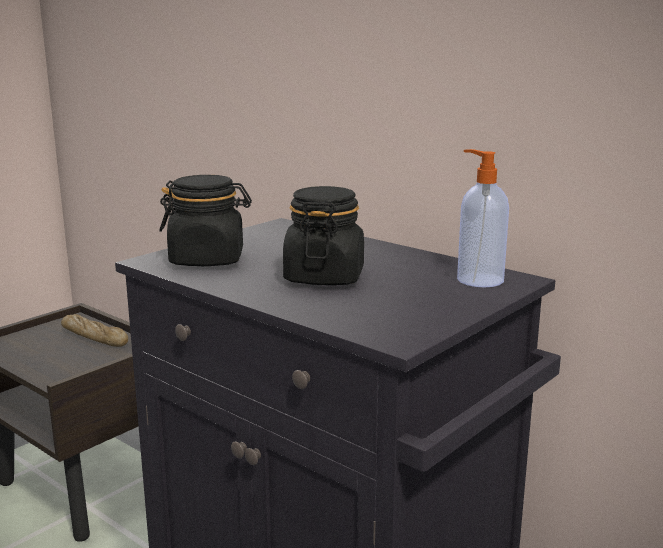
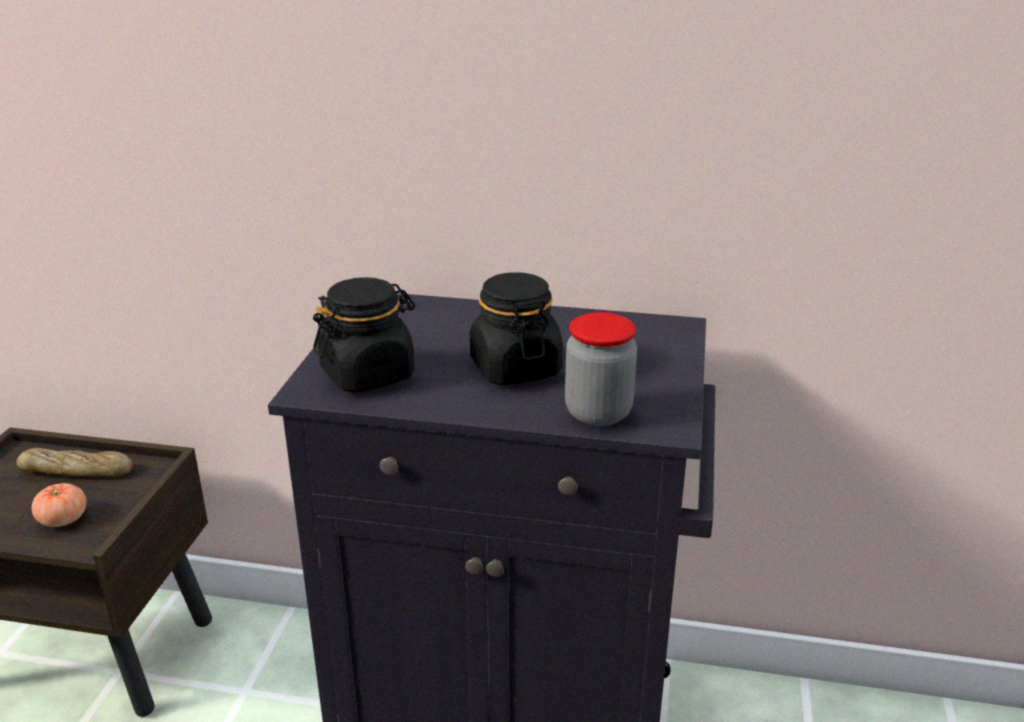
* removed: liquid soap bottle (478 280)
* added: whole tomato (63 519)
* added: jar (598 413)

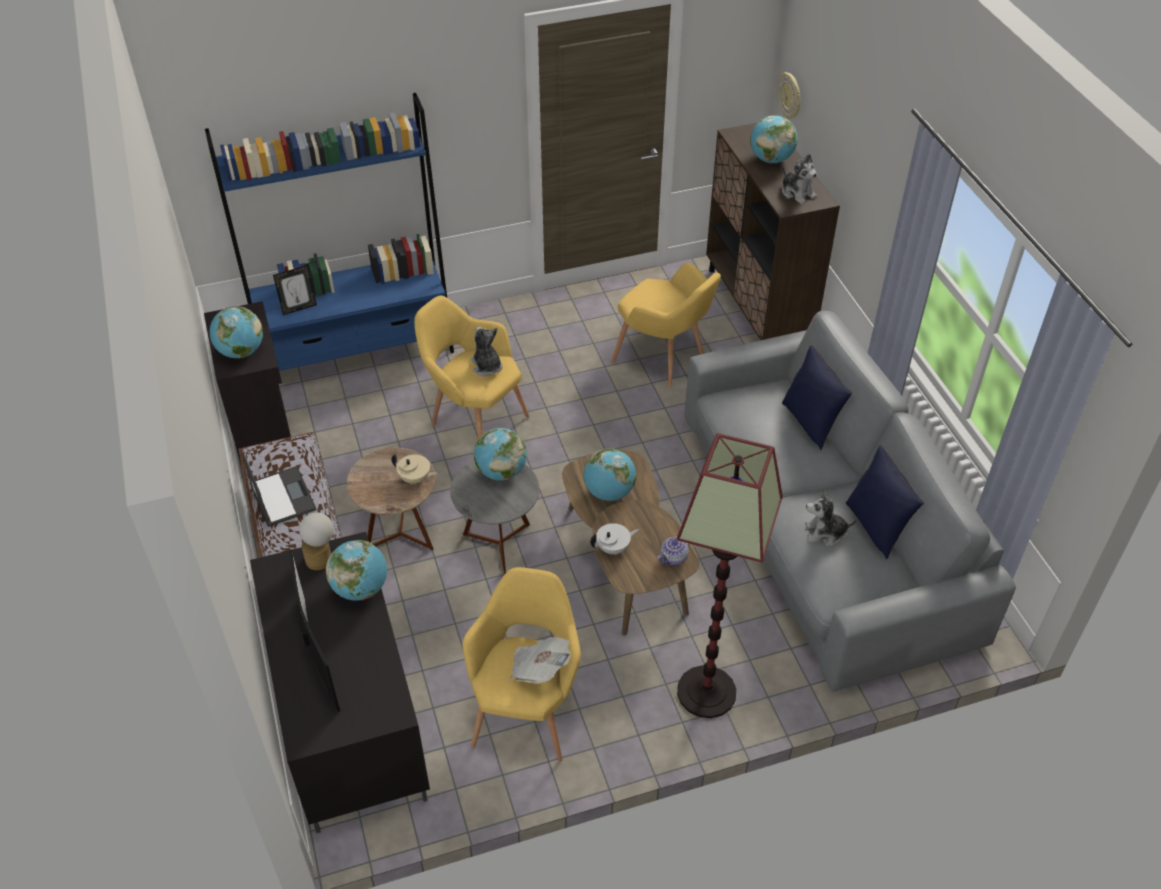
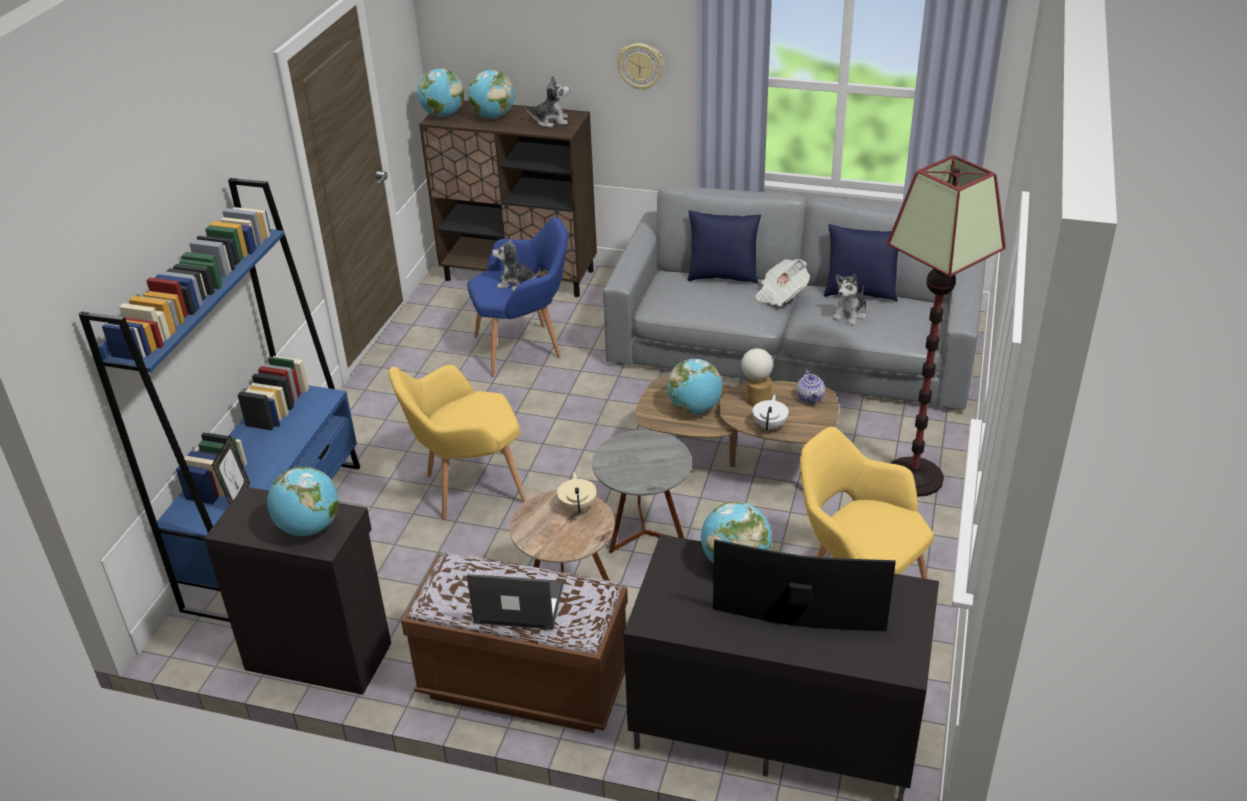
* moved: table lamp (322 557) to (756 397)
* turned: beige tea pot (415 479) = (578 506) 60 degrees counterclockwise
* moved: plush toy (486 366) to (516 283)
* moved: globe (501 472) to (443 115)
* moved: daily paper (539 668) to (780 295)
* recoloured: yellow-coloured easy chair (664 360) to bluish easy chair (524 348)
* moved: hanging clock (790 96) to (640 66)

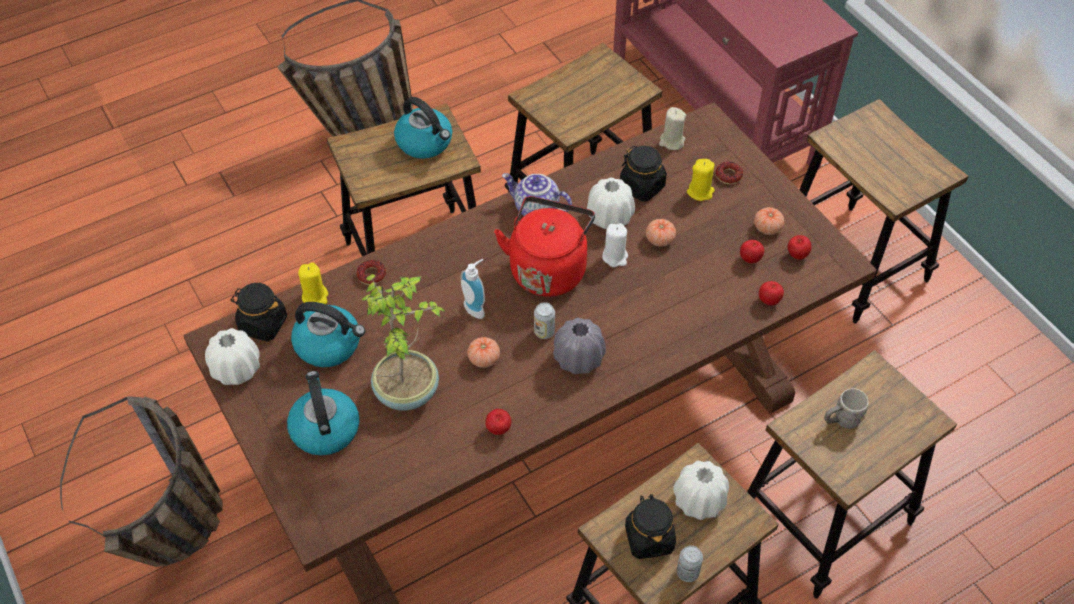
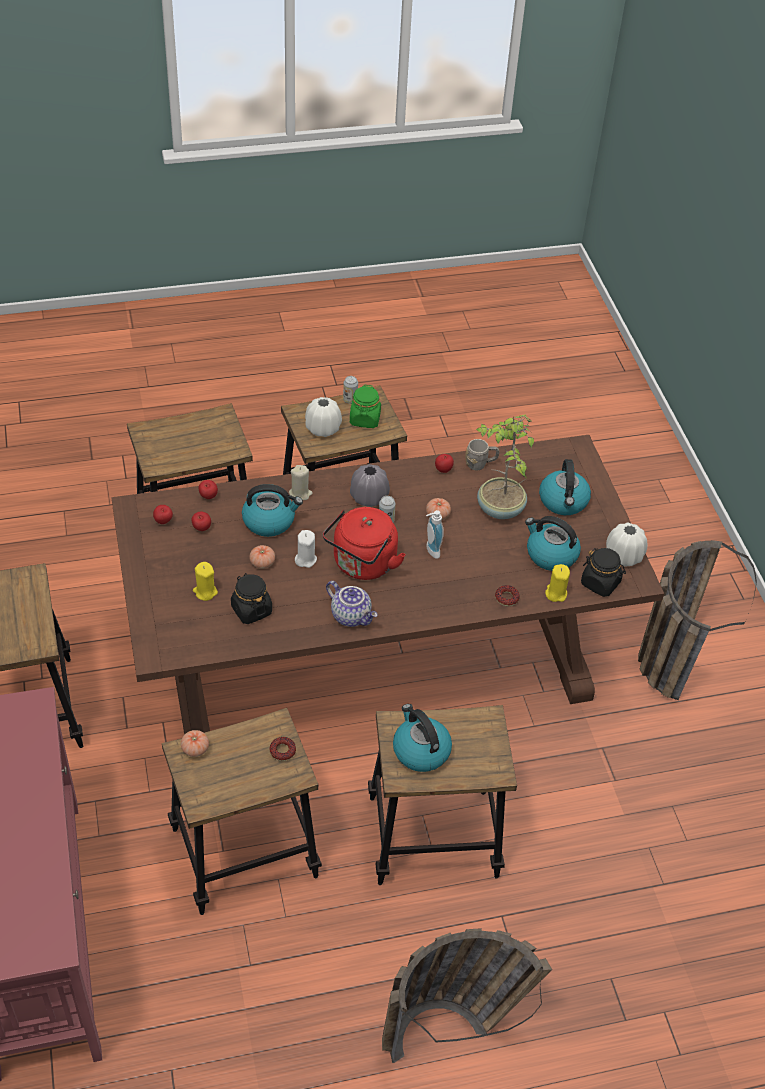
* removed: white flower vase (609 217)
* recoloured: black-coloured jar (649 538) to greenish jar (365 419)
* moved: beige wax candle (671 142) to (300 493)
* moved: donut (728 176) to (282 751)
* moved: whole tomato (767 228) to (195 749)
* moved: grey tea mug (841 420) to (480 464)
* added: tea kettle (269 521)

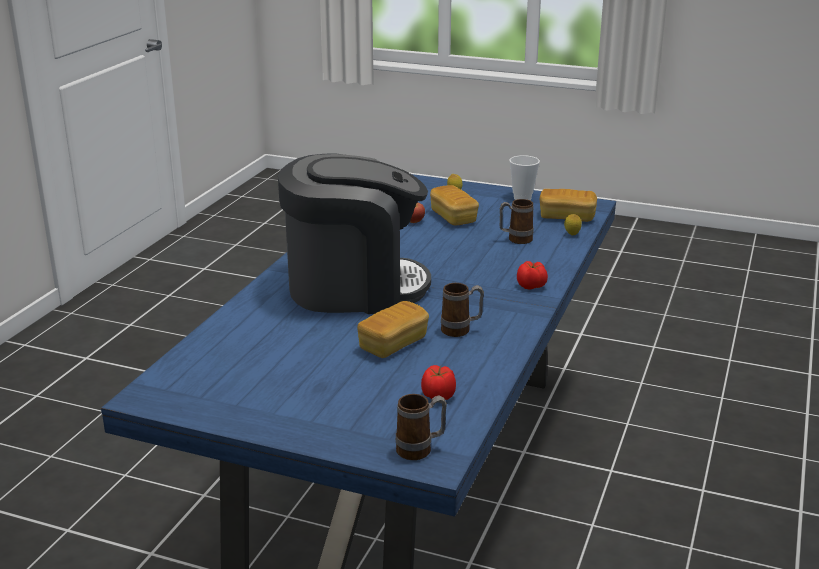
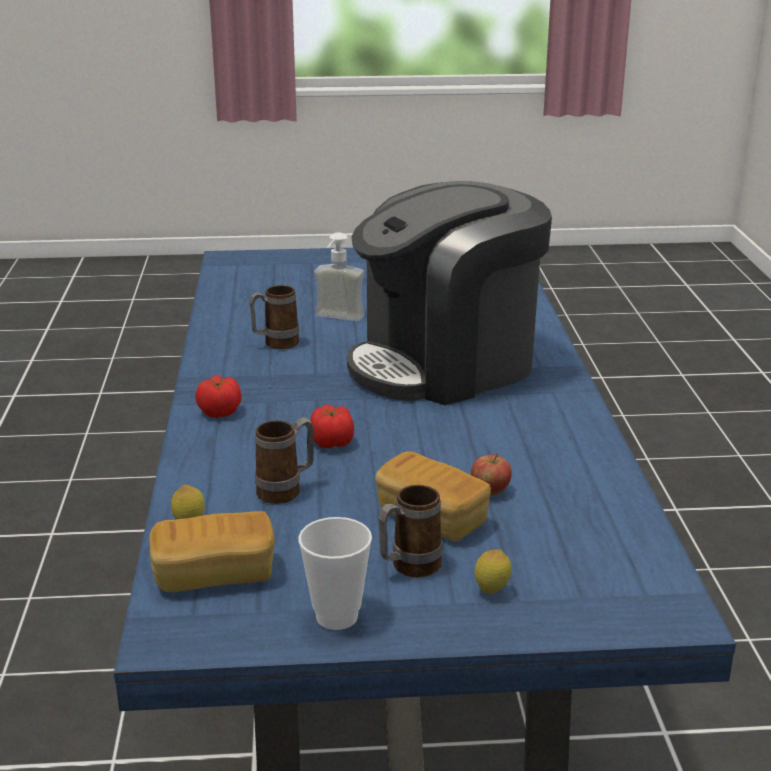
* replaced: baked bread (393 344) to liquid soap bottle (336 319)
* moved: tea mug (421 450) to (408 568)
* moved: whole tomato (438 396) to (331 442)

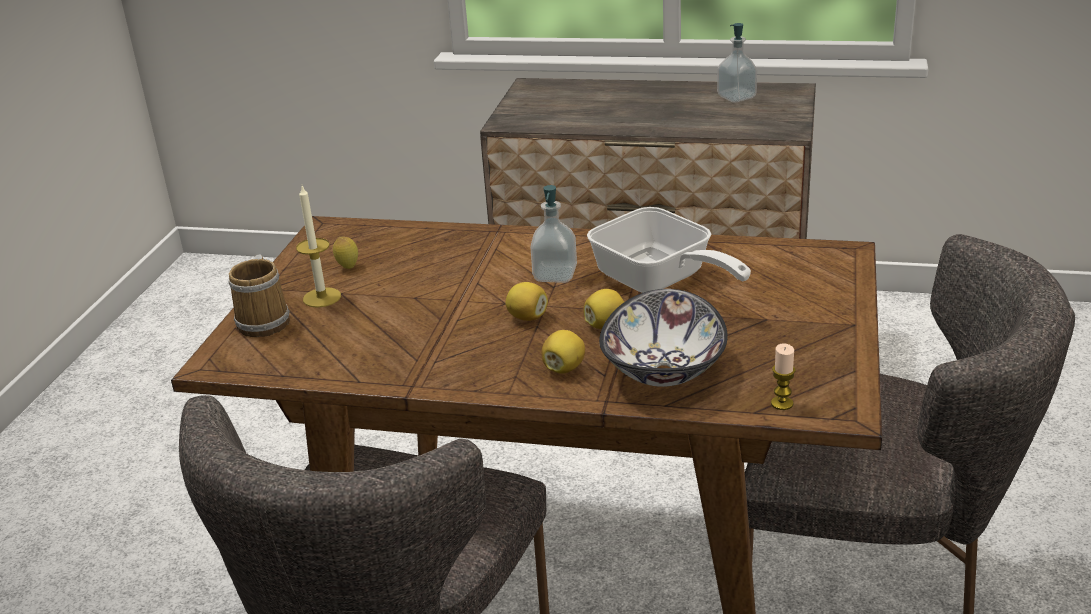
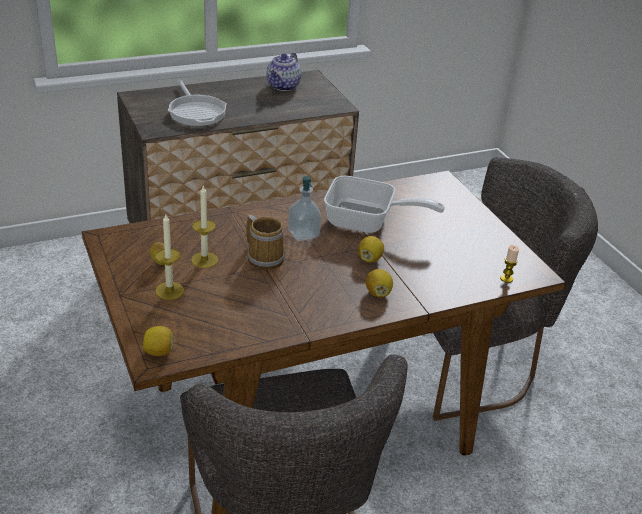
* moved: tea mug (266 321) to (264 257)
* moved: lemon (527 317) to (159 351)
* removed: serving bowl (665 369)
* replaced: liquid soap bottle (736 97) to tea pot (283 86)
* added: skillet (196 112)
* added: wax candle (204 260)

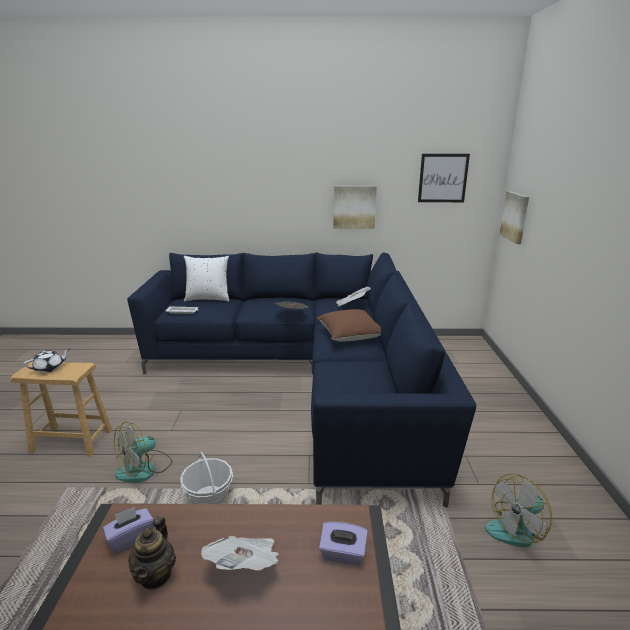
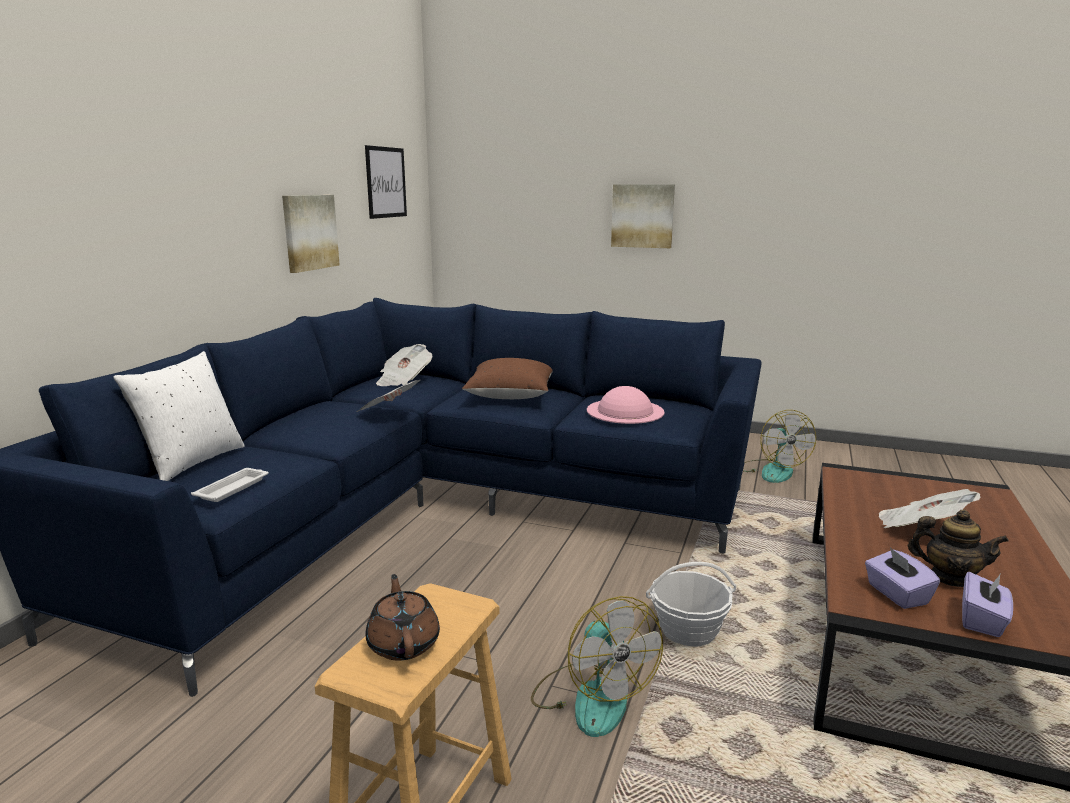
* recoloured: white tea pot (49 368) to brown-coloured tea pot (403 643)
* moved: purplish tissue holder (343 554) to (982 621)
* moved: wall picture (515 216) to (642 216)
* added: pink-coloured hat (625 411)

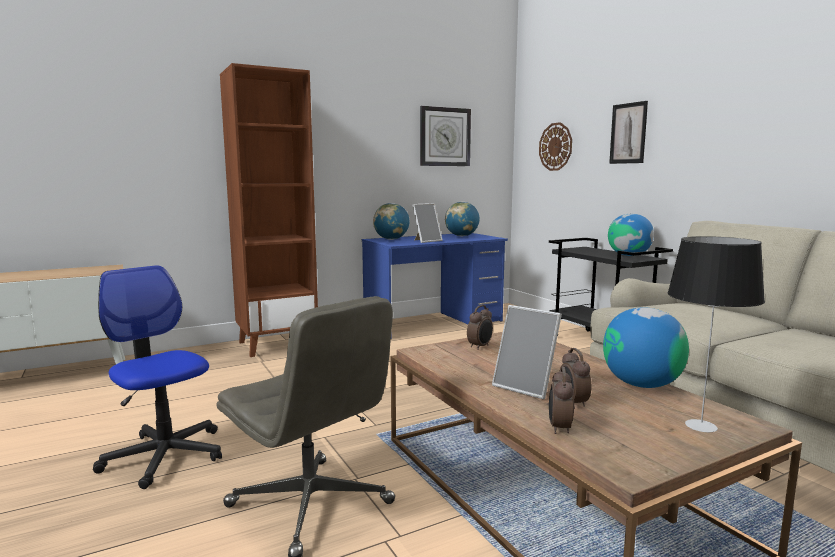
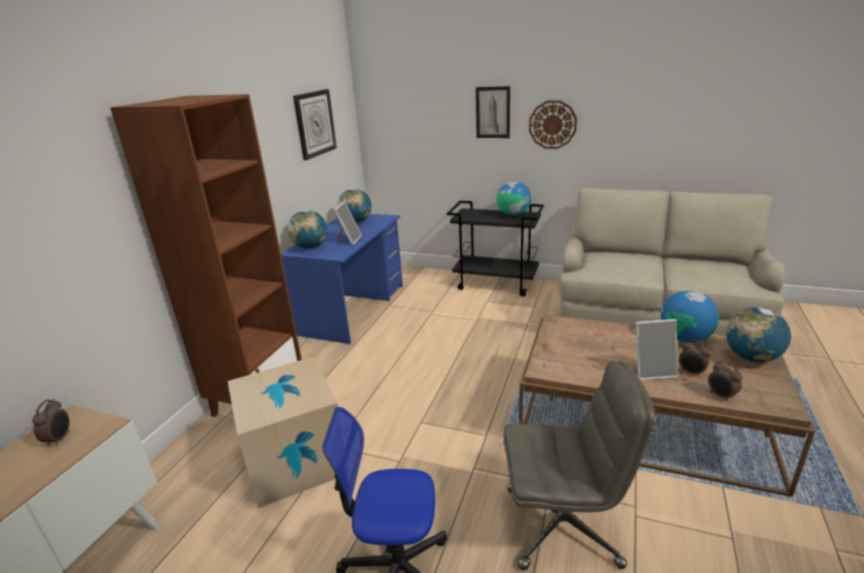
* moved: bedside clock (480 347) to (60 439)
* moved: hanging clock (555 146) to (552 124)
* replaced: table lamp (700 425) to globe (751 357)
* added: carton (295 460)

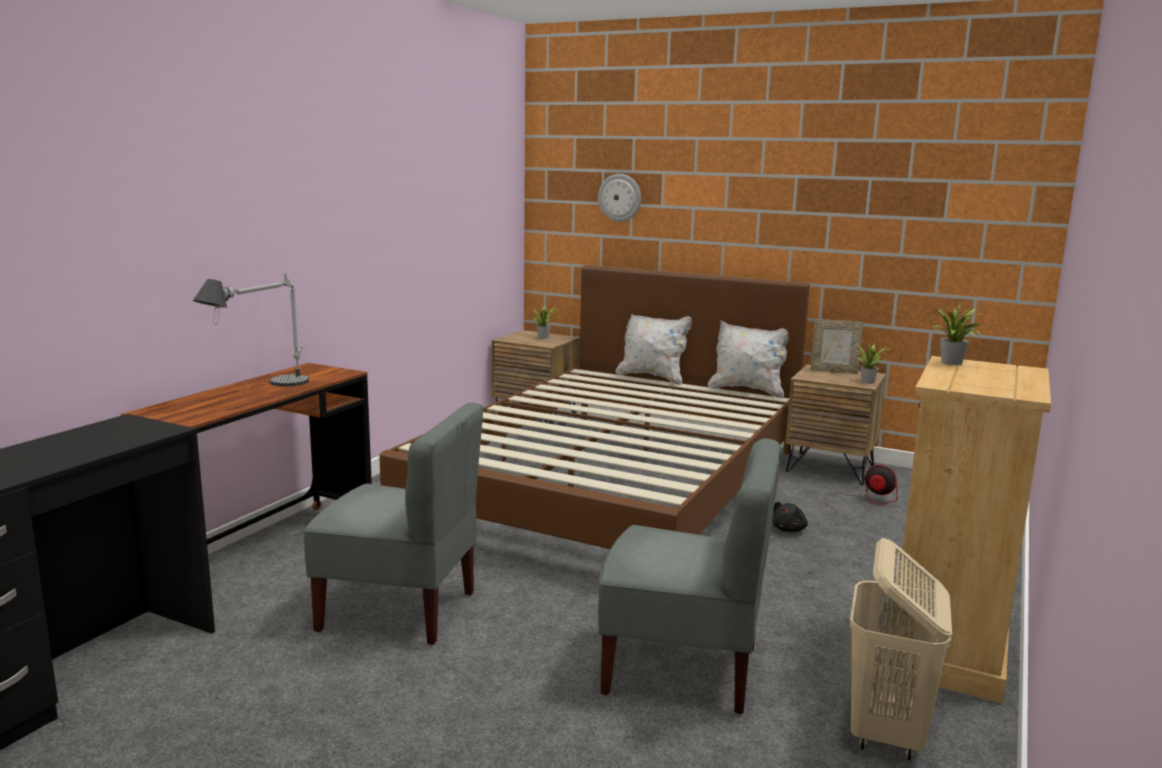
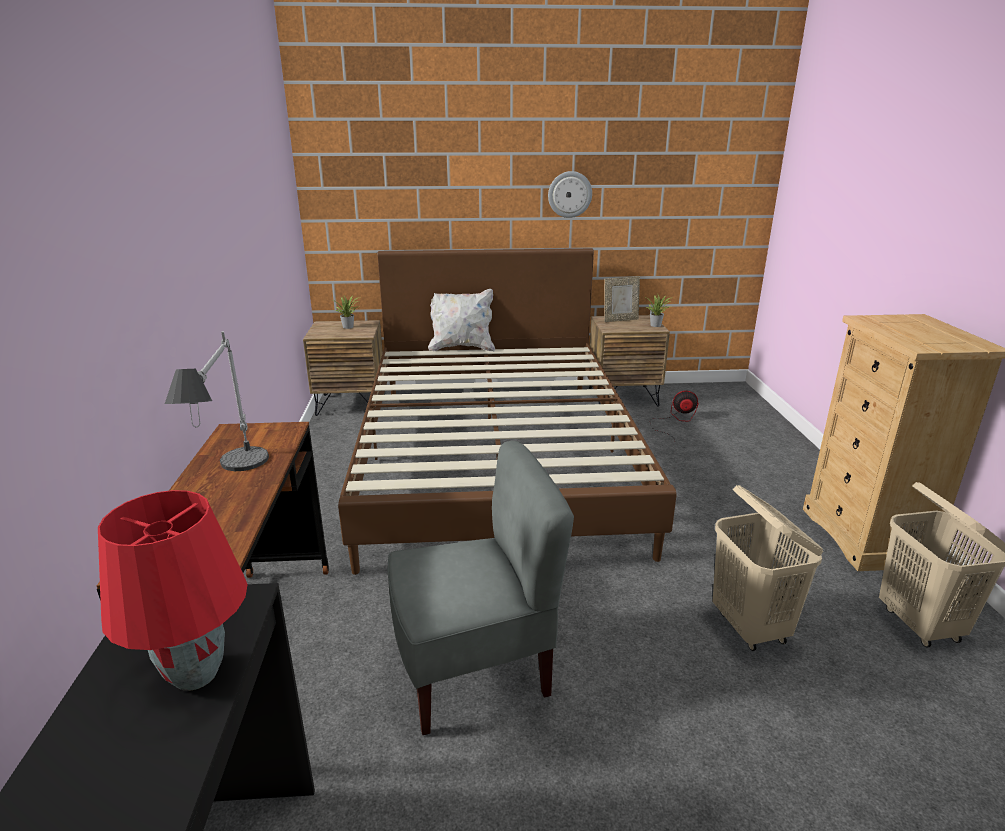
* moved: hanging clock (620 197) to (569 194)
* replaced: grey plain chair (682 669) to beige laundry basket (750 627)
* removed: white throw pillow (747 390)
* removed: black-coloured plush toy (789 529)
* removed: potted plant (952 363)
* added: red-coloured table lamp (197 673)

